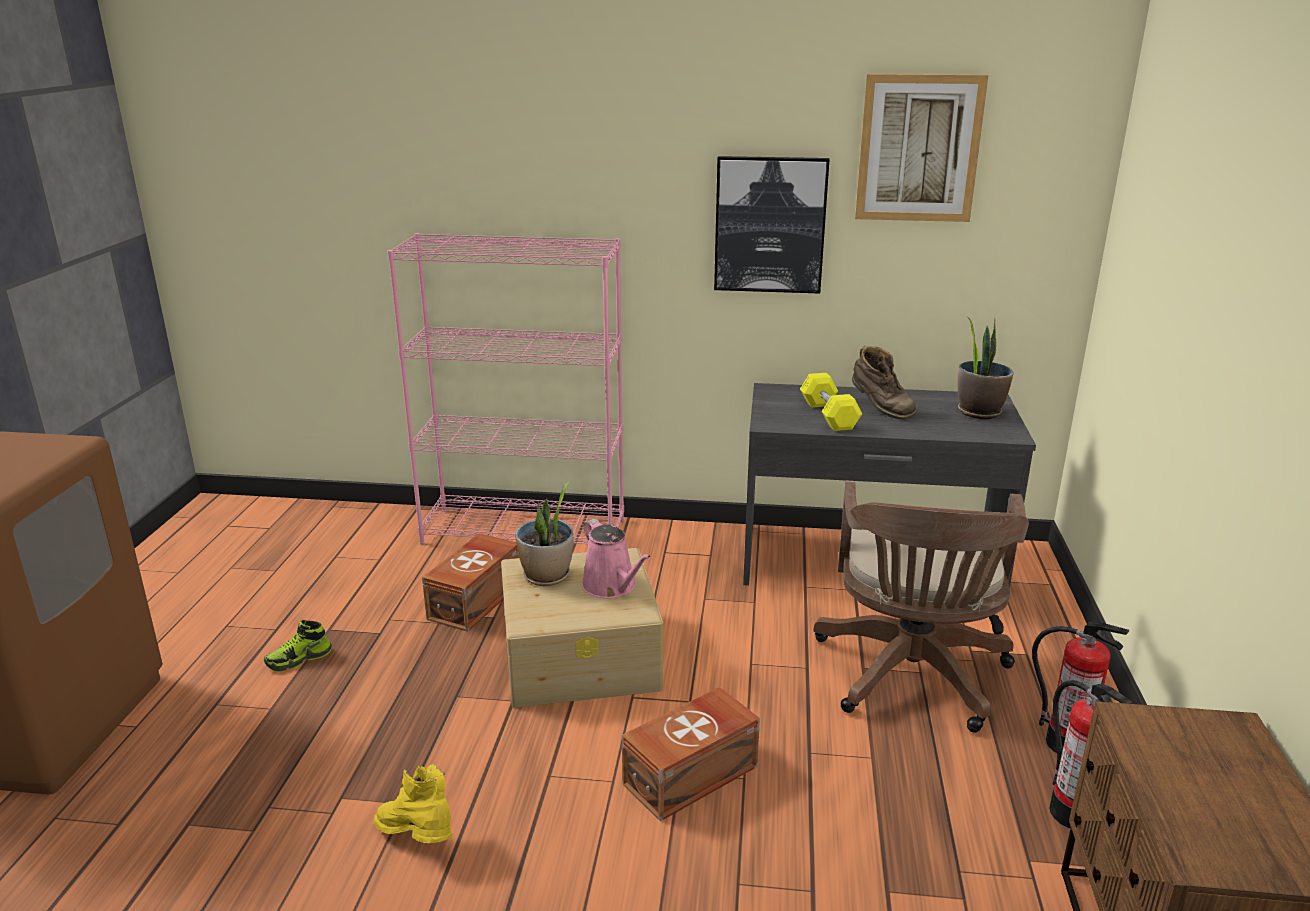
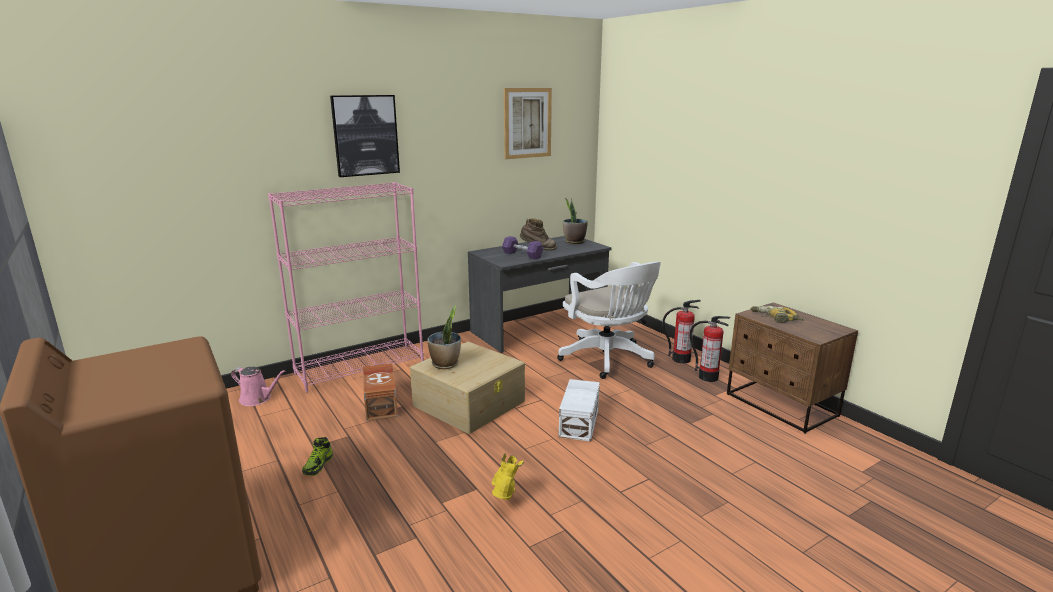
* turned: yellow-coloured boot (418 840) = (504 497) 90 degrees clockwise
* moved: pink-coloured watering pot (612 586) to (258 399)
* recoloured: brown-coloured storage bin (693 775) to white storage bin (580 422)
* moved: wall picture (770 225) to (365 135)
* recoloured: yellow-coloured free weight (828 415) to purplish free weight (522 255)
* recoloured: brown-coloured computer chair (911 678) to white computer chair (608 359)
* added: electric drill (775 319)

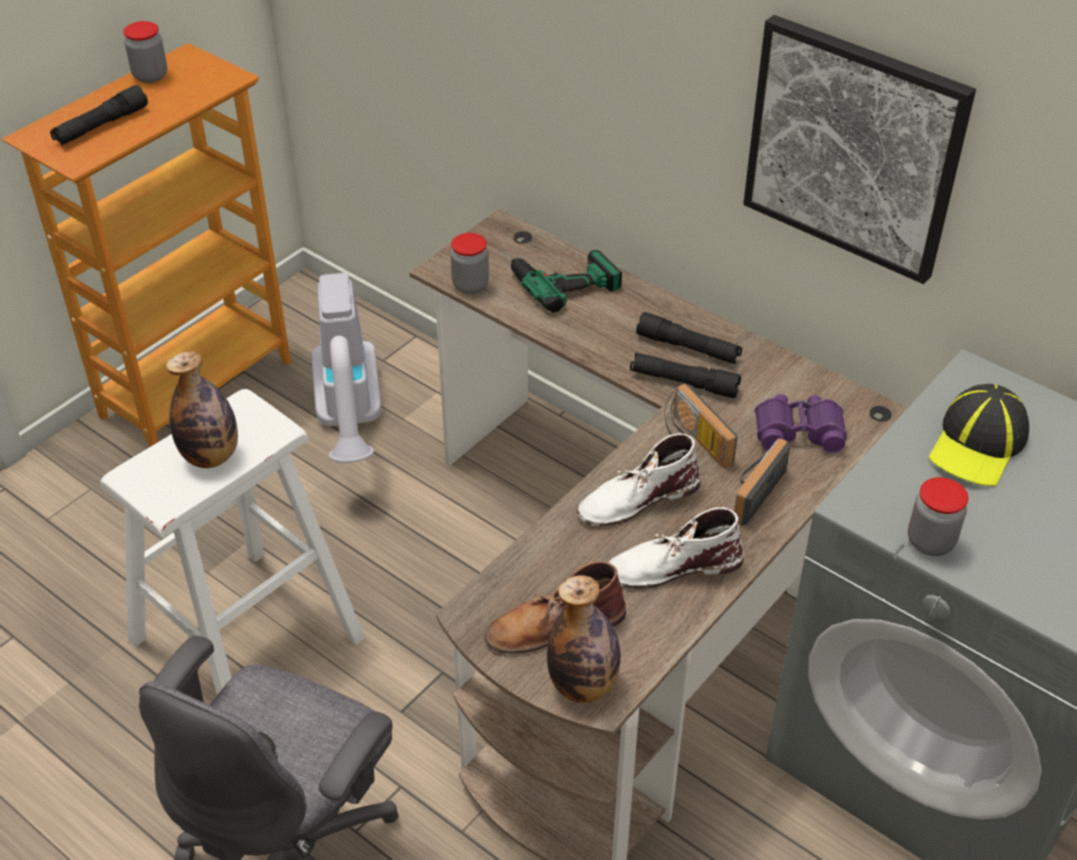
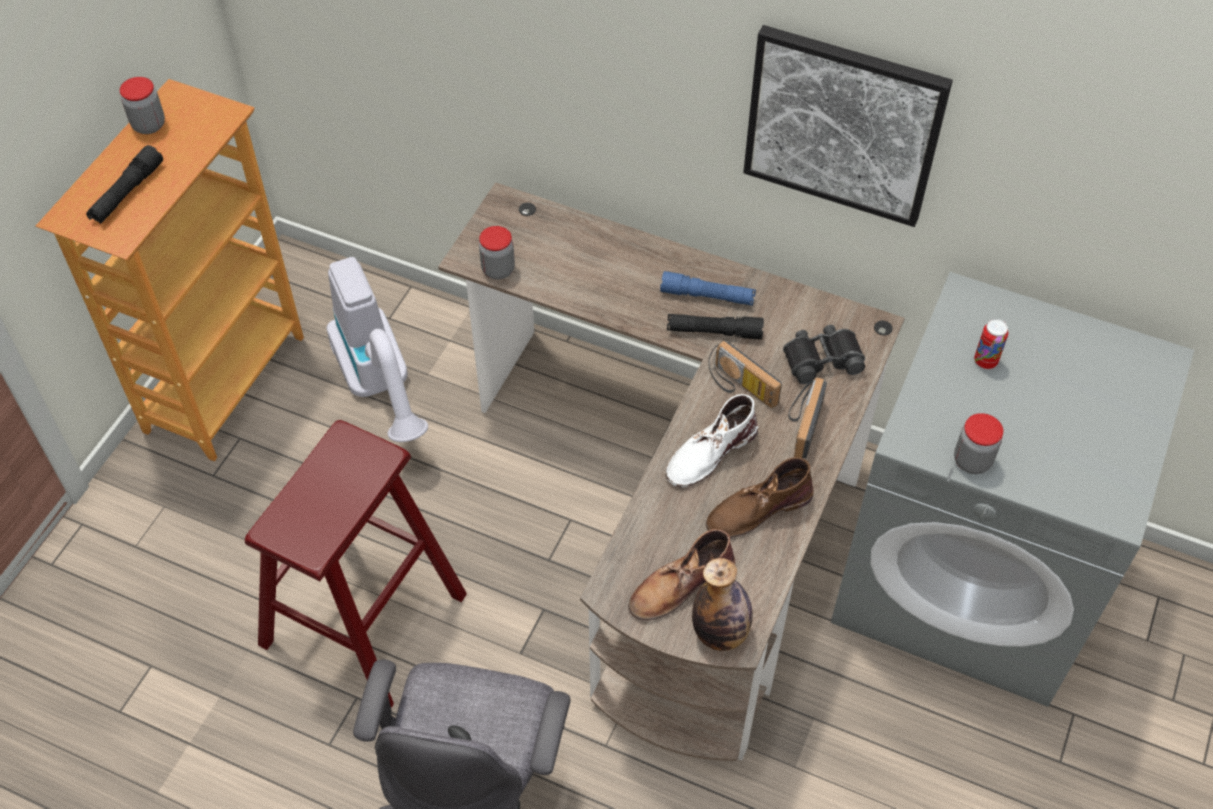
* recoloured: white sitting stool (246 640) to red-coloured sitting stool (363 620)
* removed: beverage bottle (211 456)
* removed: electric drill (557 275)
* recoloured: white boot (672 566) to brown-coloured boot (757 509)
* recoloured: black-coloured hand torch (688 348) to bluish hand torch (707 296)
* recoloured: purplish pair of binoculars (798 431) to black-coloured pair of binoculars (822 359)
* replaced: baseball cap (978 444) to metal can (985 361)

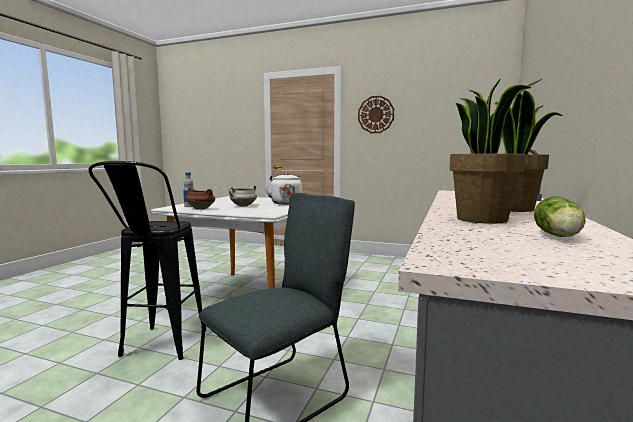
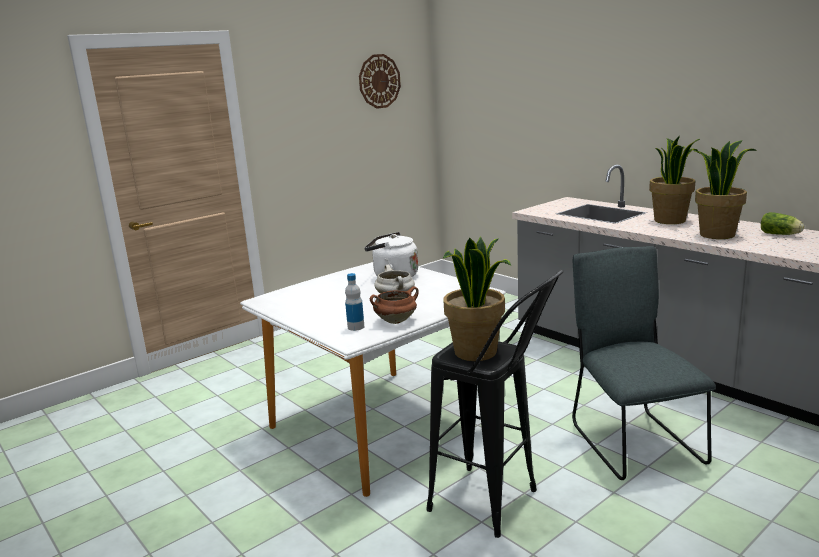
* moved: hanging clock (376 114) to (379 81)
* added: potted plant (476 352)

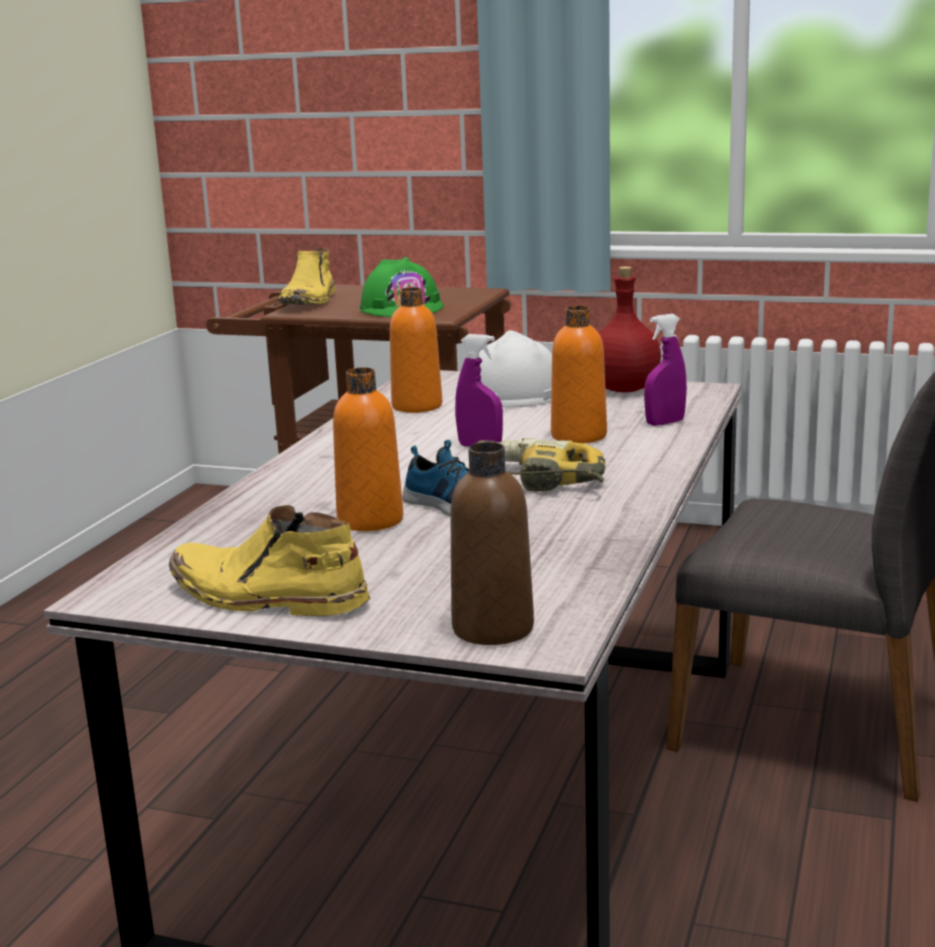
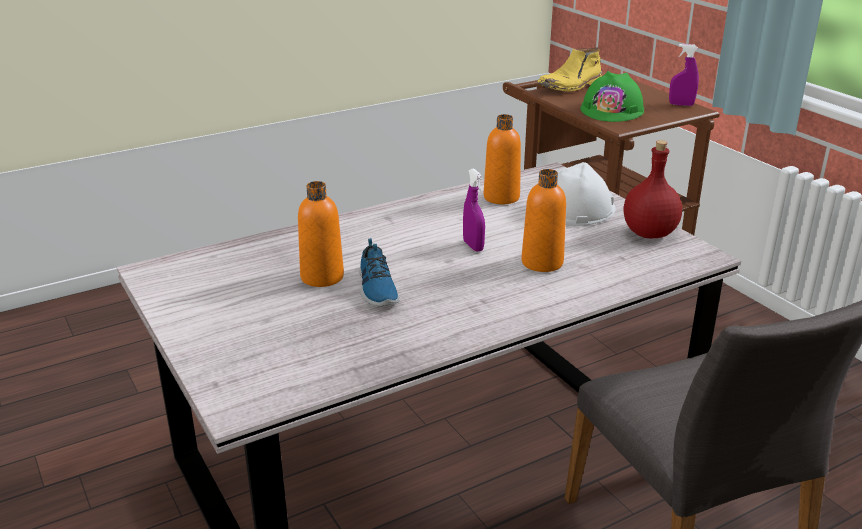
* removed: yellow-coloured boot (266 597)
* removed: brown-coloured beverage bottle (493 629)
* removed: electric drill (536 480)
* moved: purplish sprayer (665 423) to (681 104)

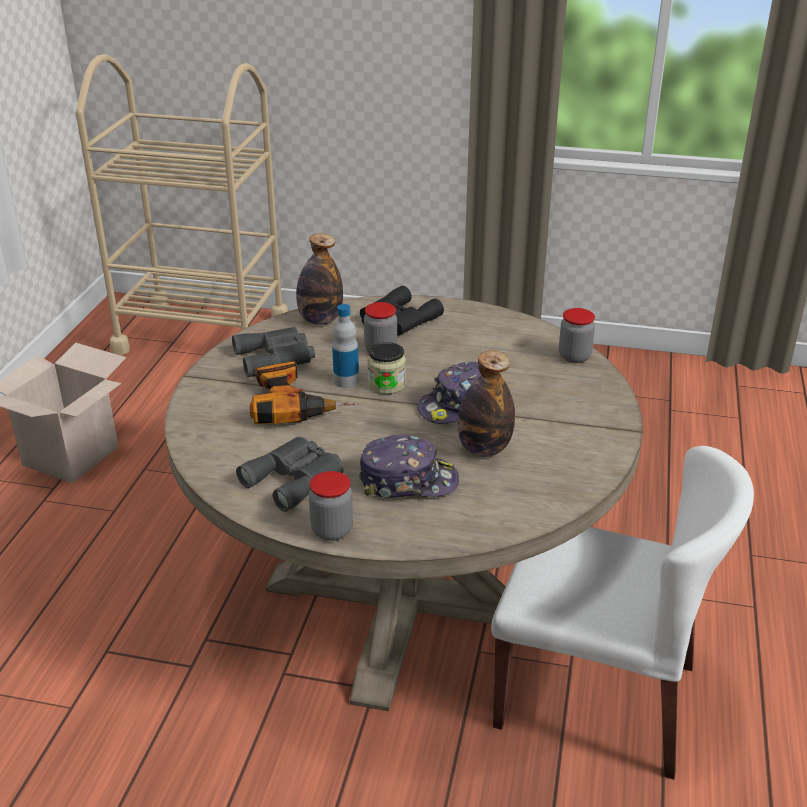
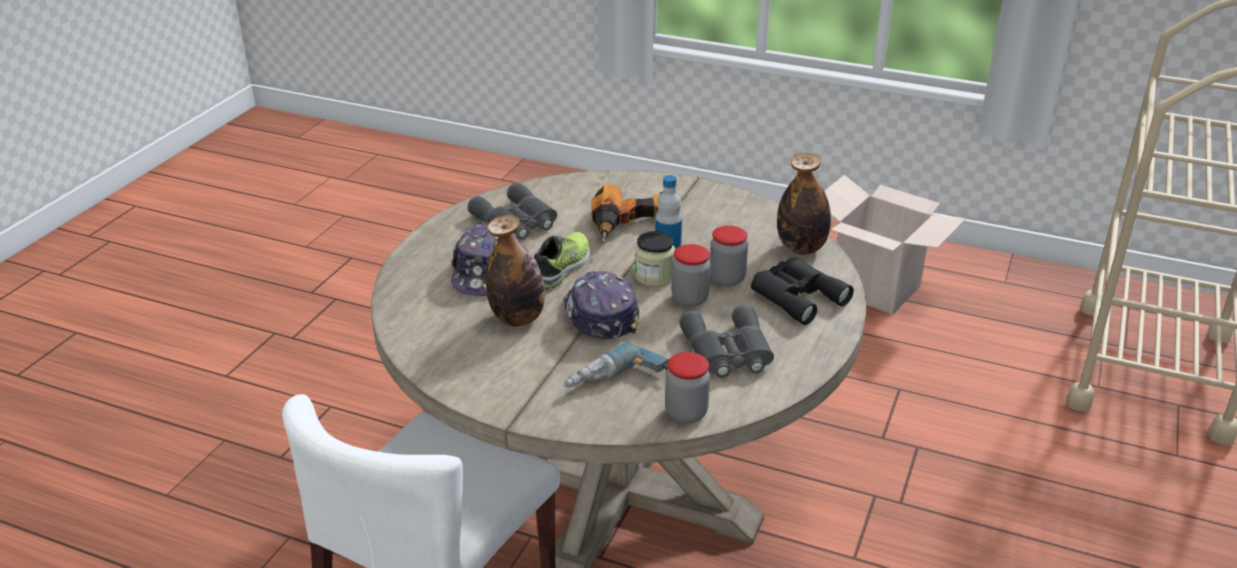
* moved: grey pair of binoculars (277 358) to (727 352)
* moved: jar (332 530) to (690 298)
* added: shoe (562 267)
* added: electric drill (617 383)

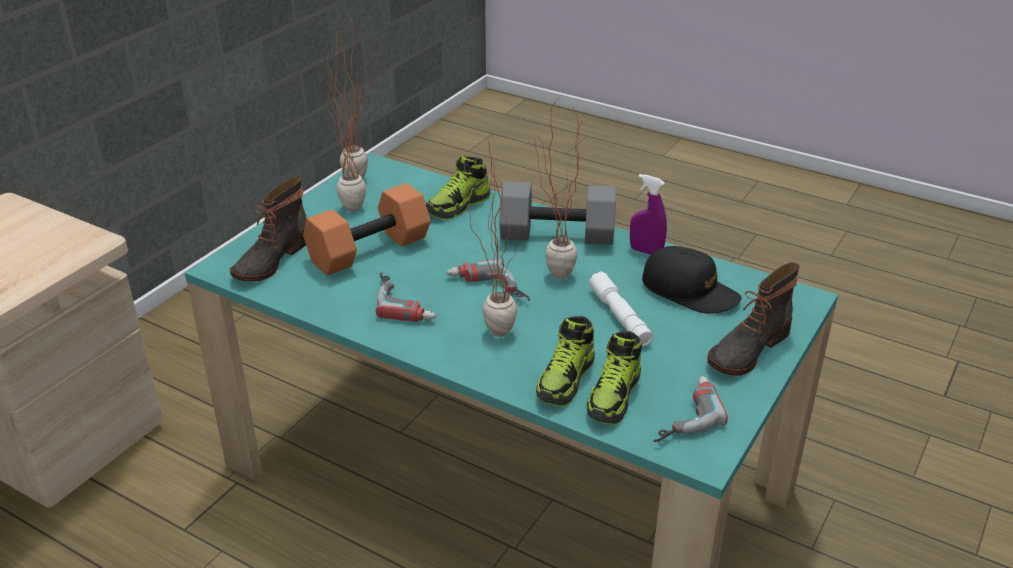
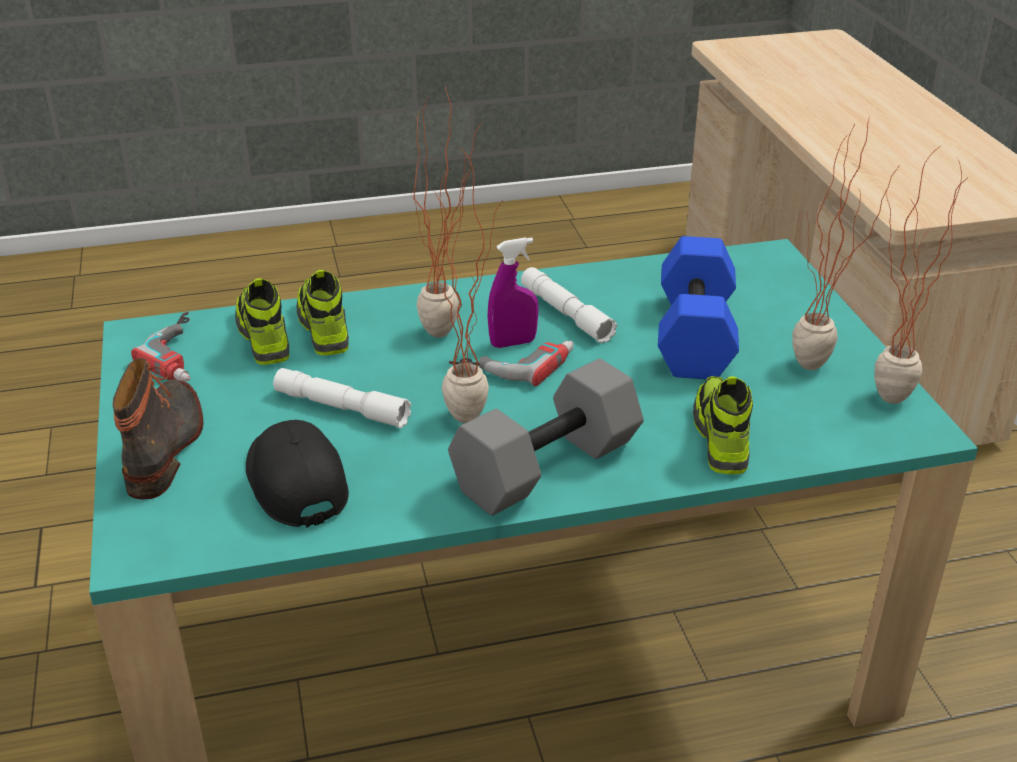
* removed: boot (270 259)
* recoloured: orange free weight (369 249) to bluish free weight (697 336)
* replaced: electric drill (407 301) to white hand torch (566 314)
* moved: purplish sprayer (646 251) to (513 343)
* turned: black-coloured baseball cap (689 291) = (295 482) 75 degrees clockwise

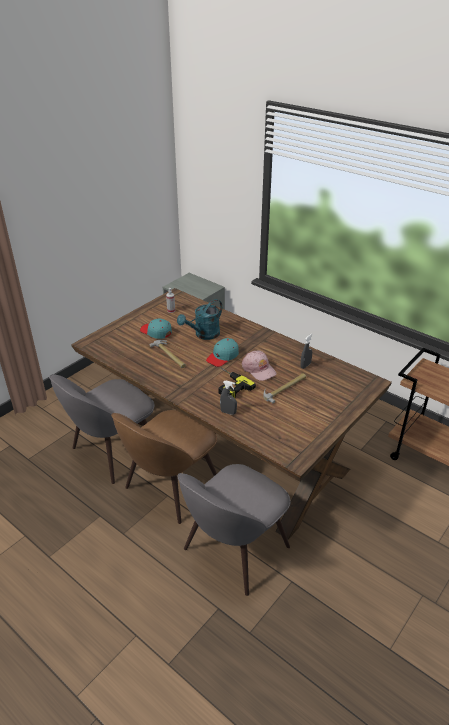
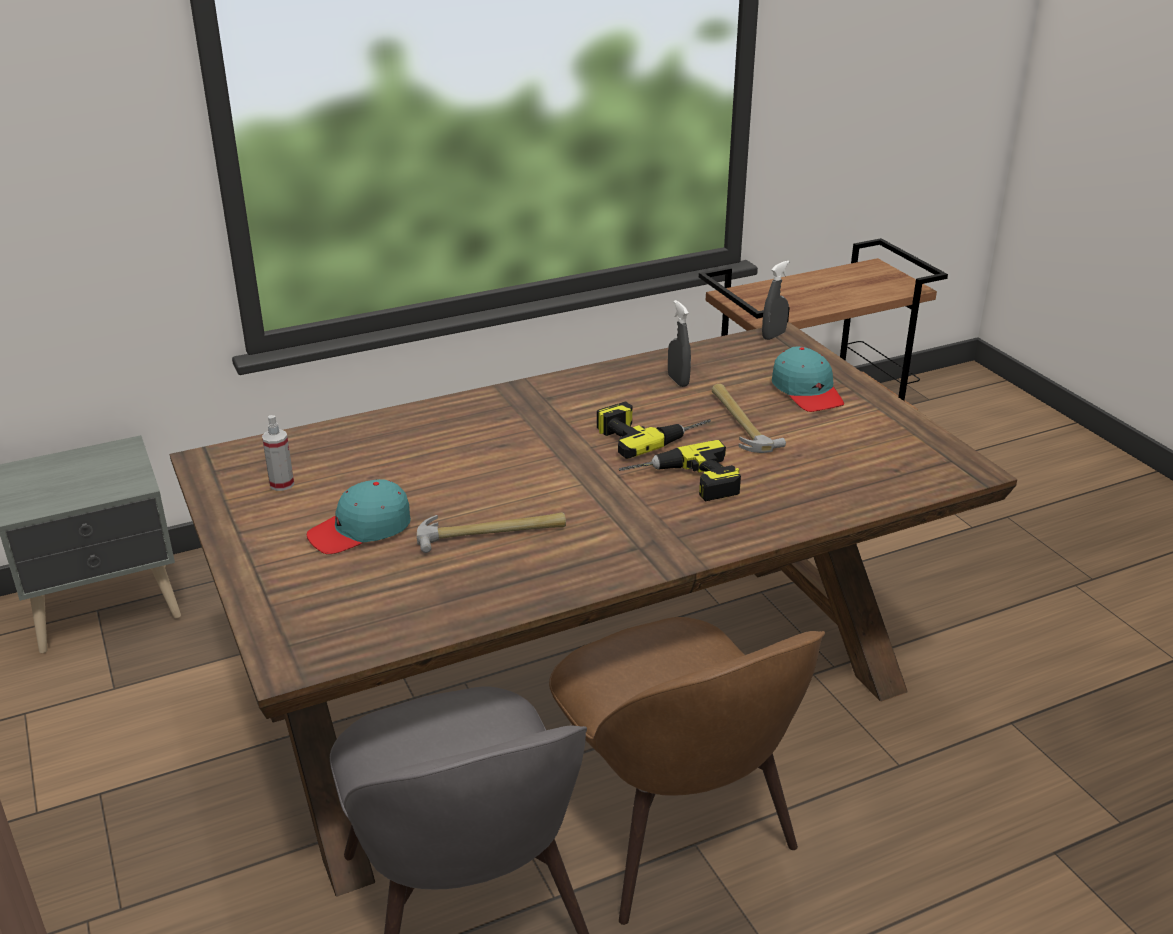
* removed: turquoise watering pot (203 335)
* removed: grey plain chair (233 550)
* moved: turquoise baseball cap (223 356) to (807 391)
* moved: grey sprayer (228 412) to (773 335)
* replaced: pink-coloured baseball cap (258 369) to electric drill (650 432)

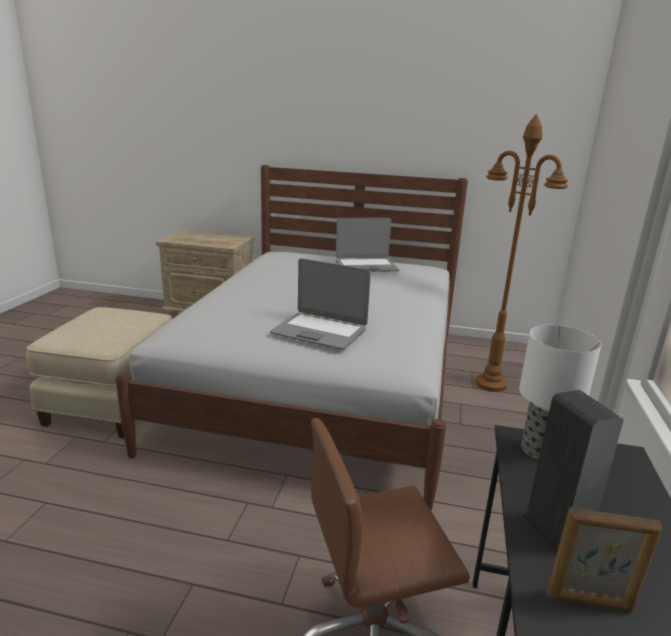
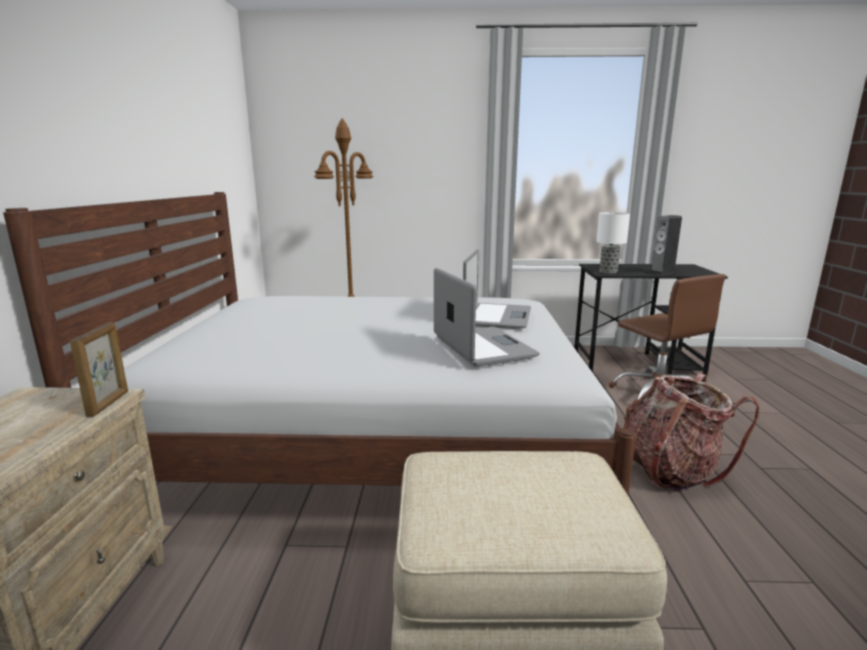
* moved: laptop (366 266) to (482 347)
* moved: standing frame (590 602) to (109 403)
* added: knapsack (670 469)

